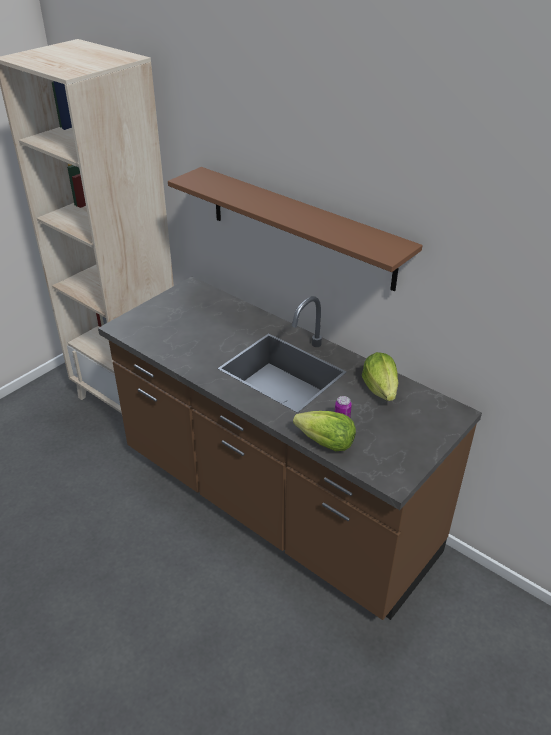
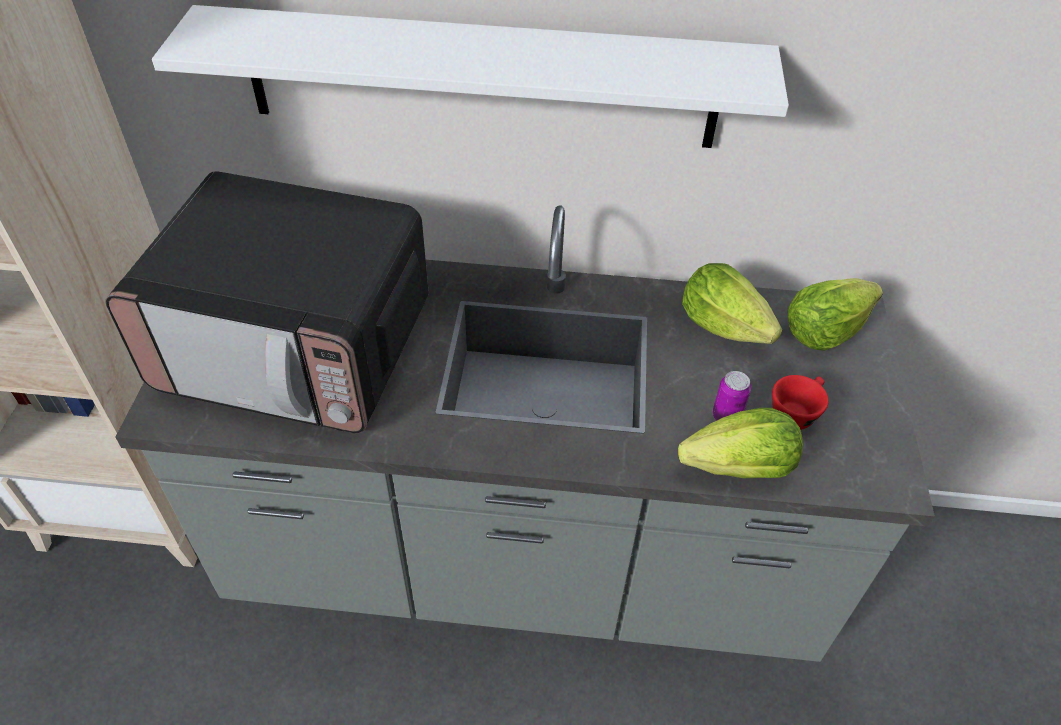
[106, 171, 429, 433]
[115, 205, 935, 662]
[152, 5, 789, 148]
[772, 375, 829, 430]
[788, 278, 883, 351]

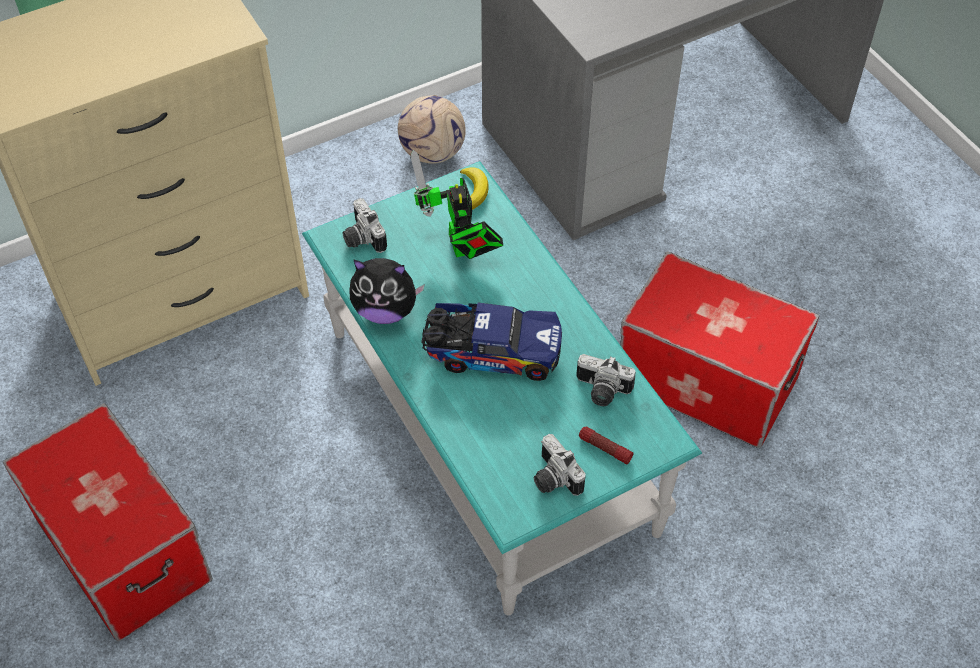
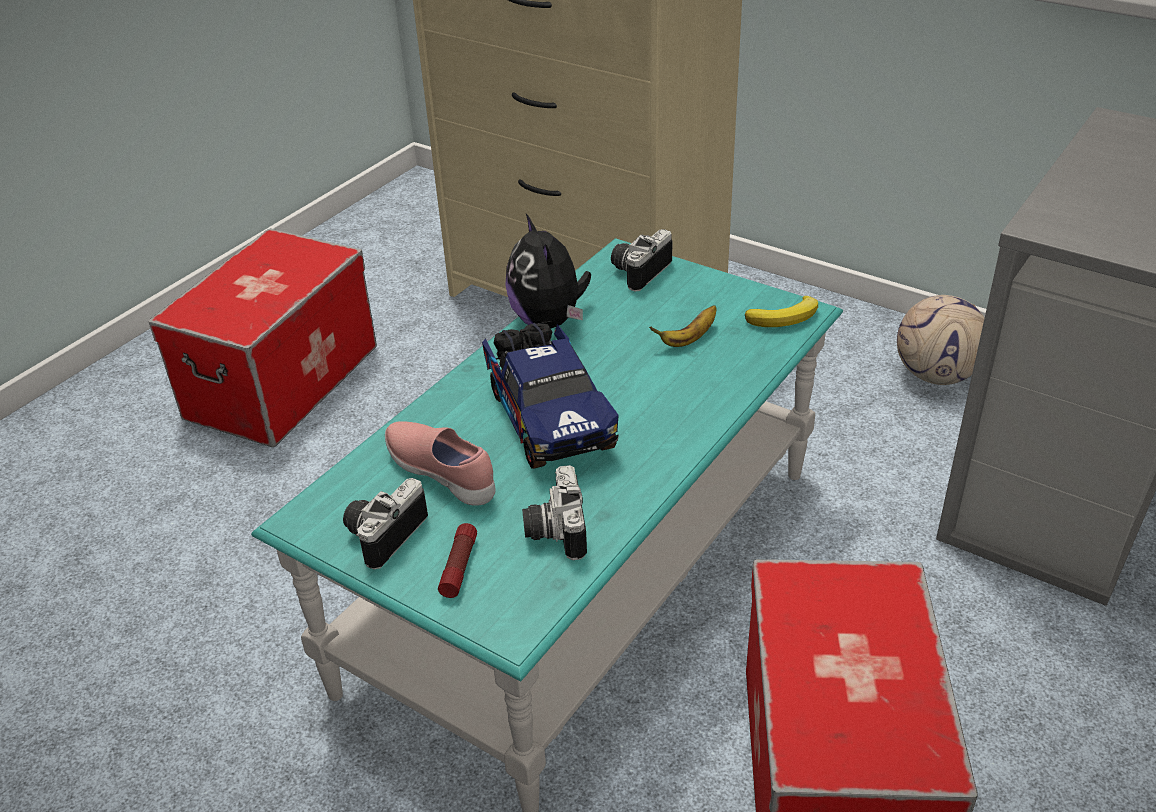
[385, 421, 496, 506]
[649, 305, 717, 347]

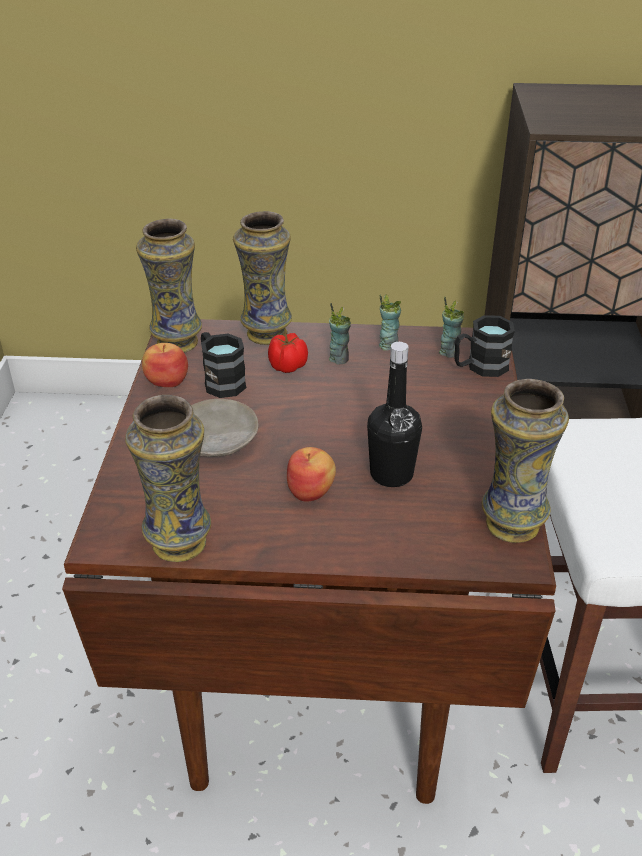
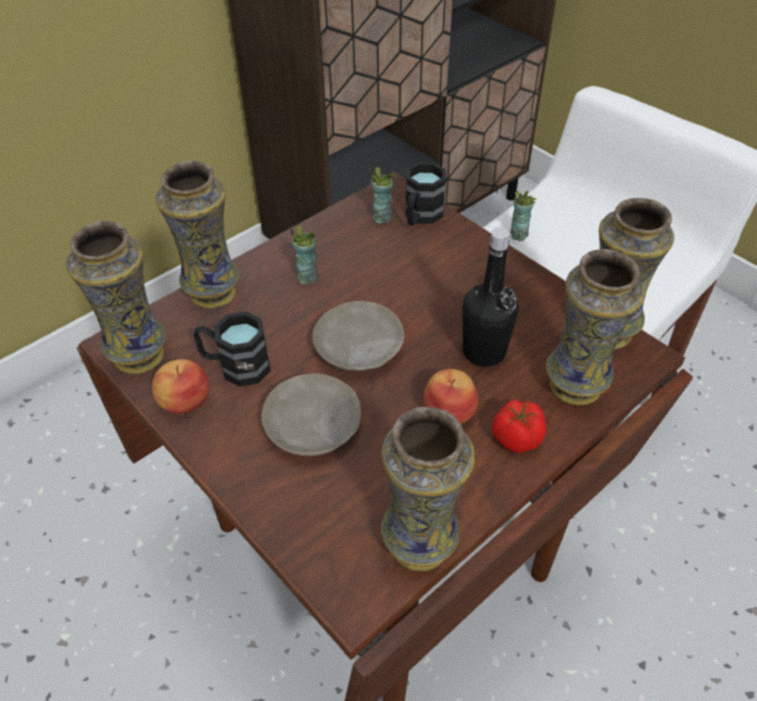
[312, 301, 404, 371]
[492, 399, 546, 453]
[510, 191, 537, 241]
[546, 249, 645, 406]

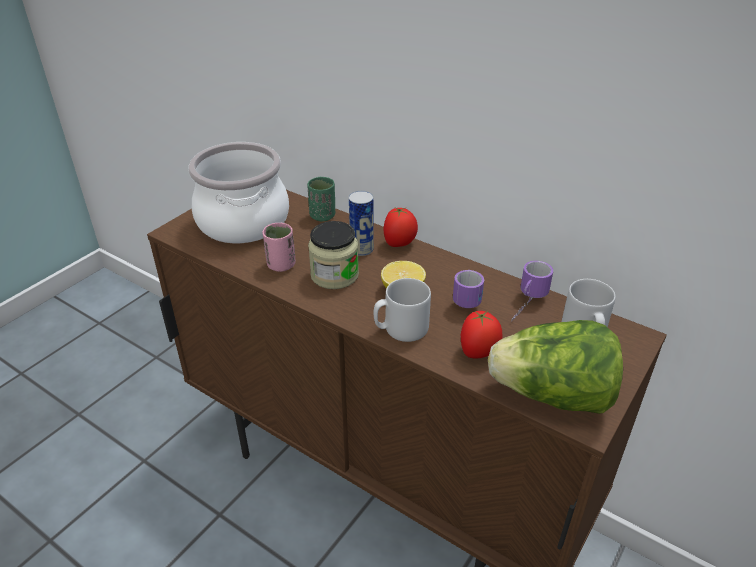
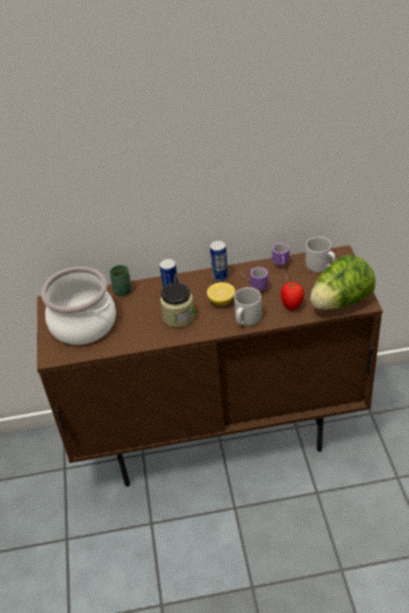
[210, 240, 228, 281]
[262, 223, 296, 272] (first image)
[383, 207, 418, 247] (first image)

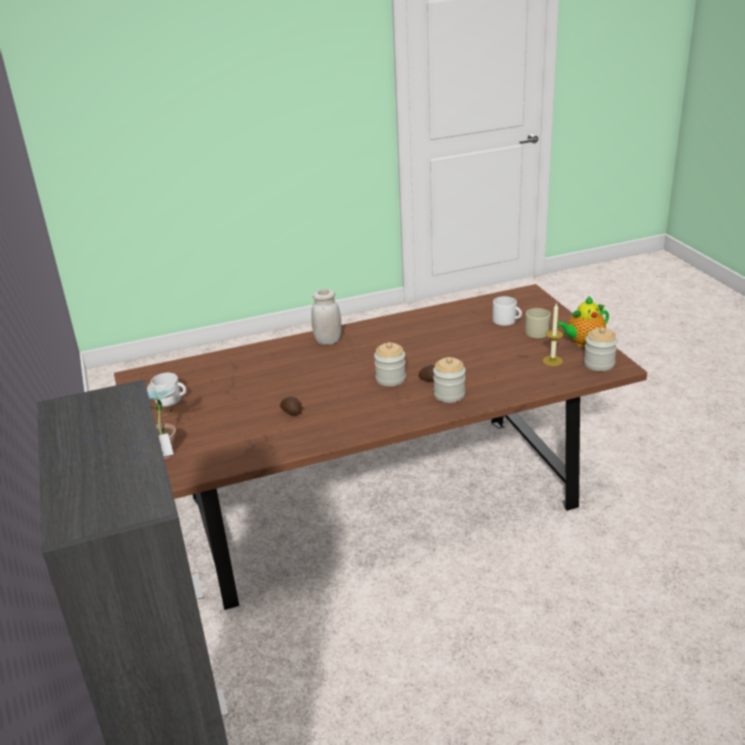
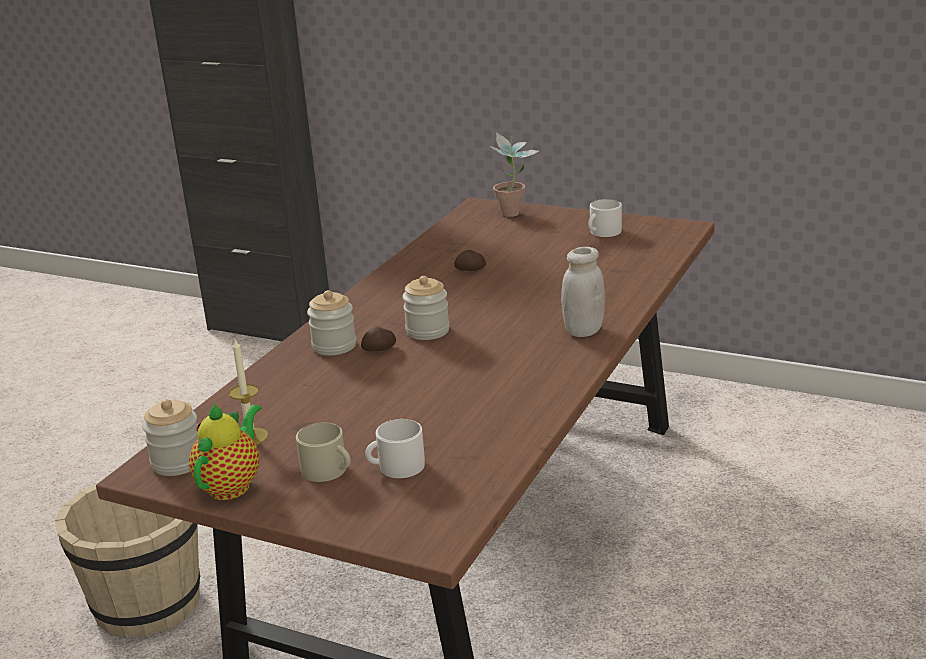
[55, 483, 200, 638]

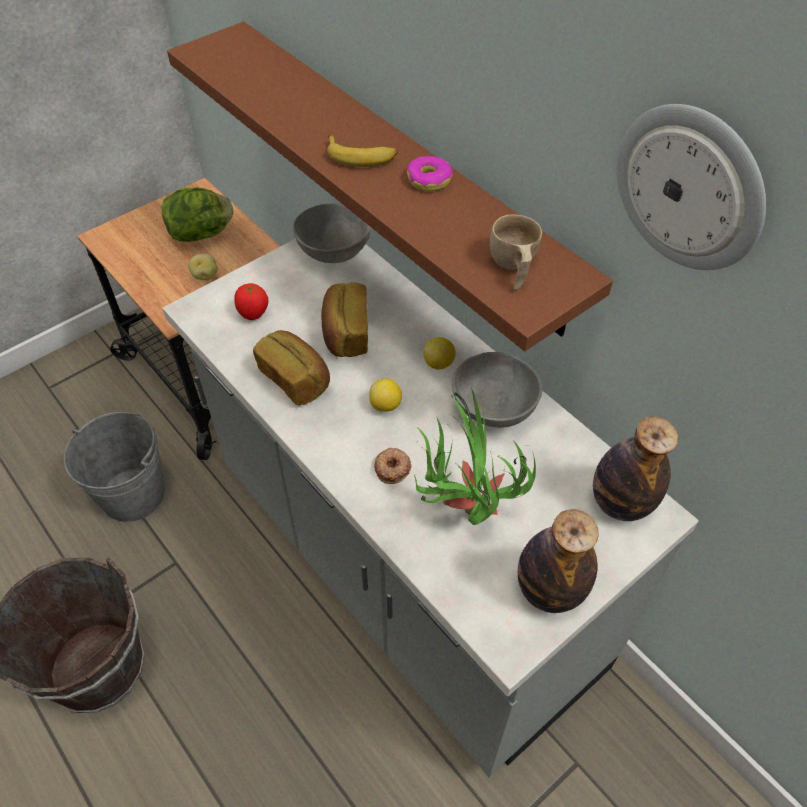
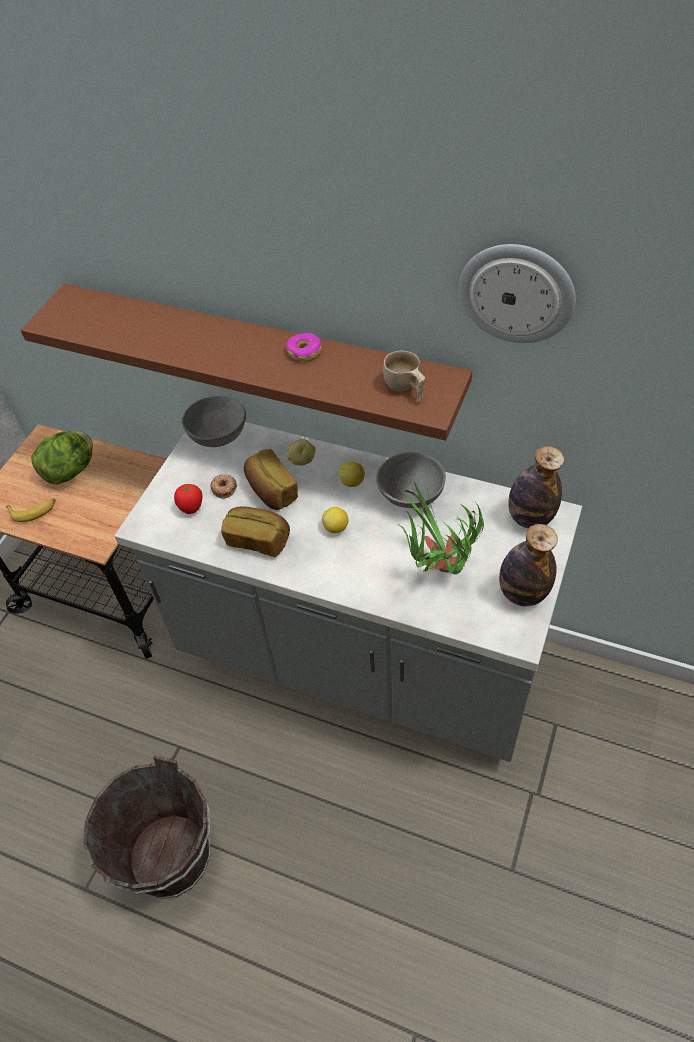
[6, 498, 56, 522]
[210, 474, 237, 499]
[287, 439, 316, 466]
[63, 412, 165, 522] (first image)

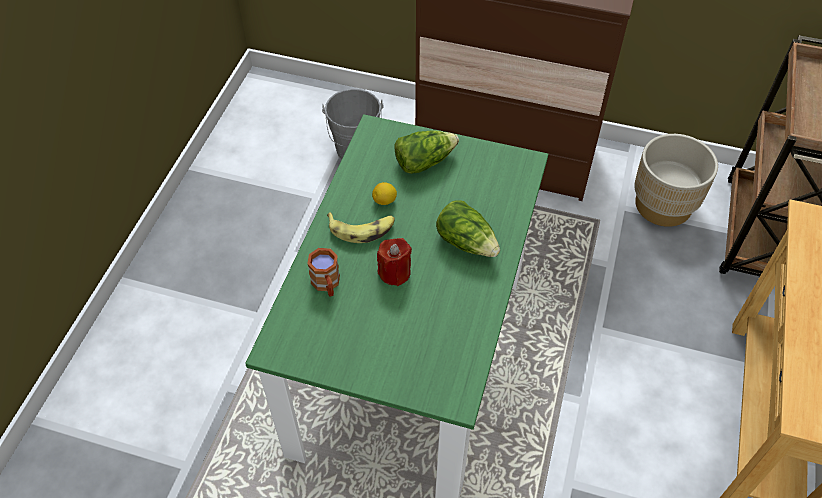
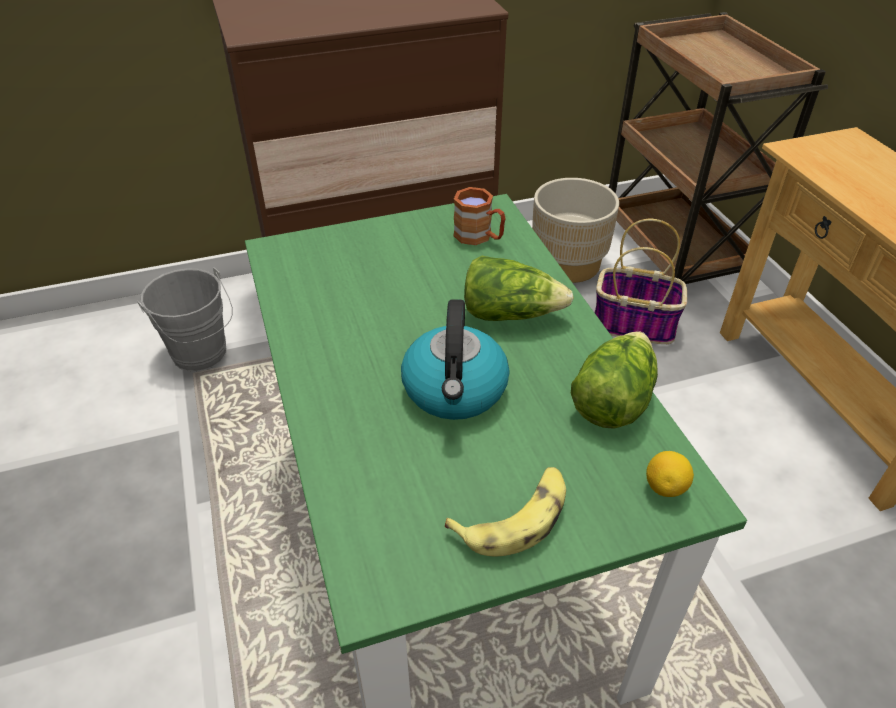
[401, 299, 510, 420]
[445, 467, 566, 557]
[453, 187, 506, 245]
[571, 331, 658, 429]
[595, 219, 687, 344]
[646, 451, 694, 497]

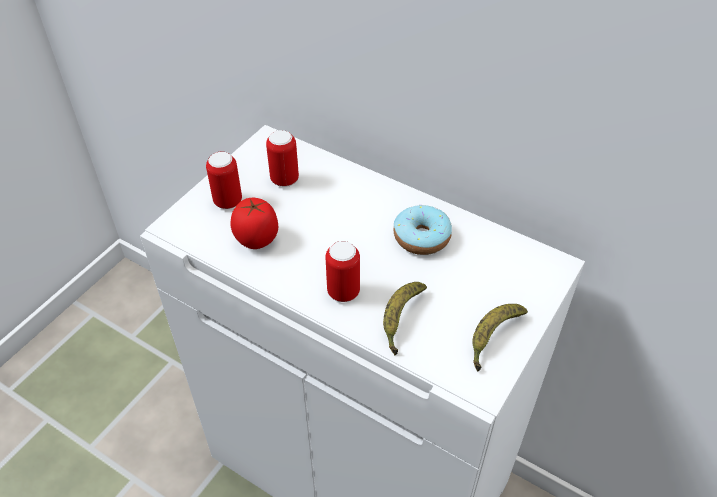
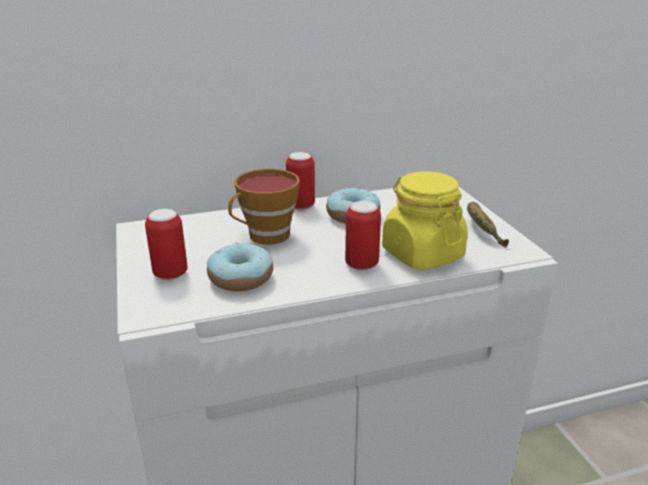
[207, 242, 273, 291]
[228, 169, 300, 245]
[286, 152, 315, 210]
[382, 171, 468, 270]

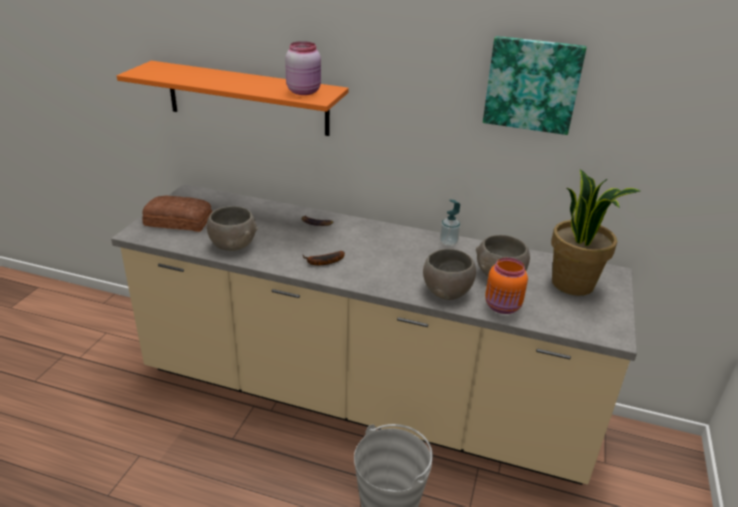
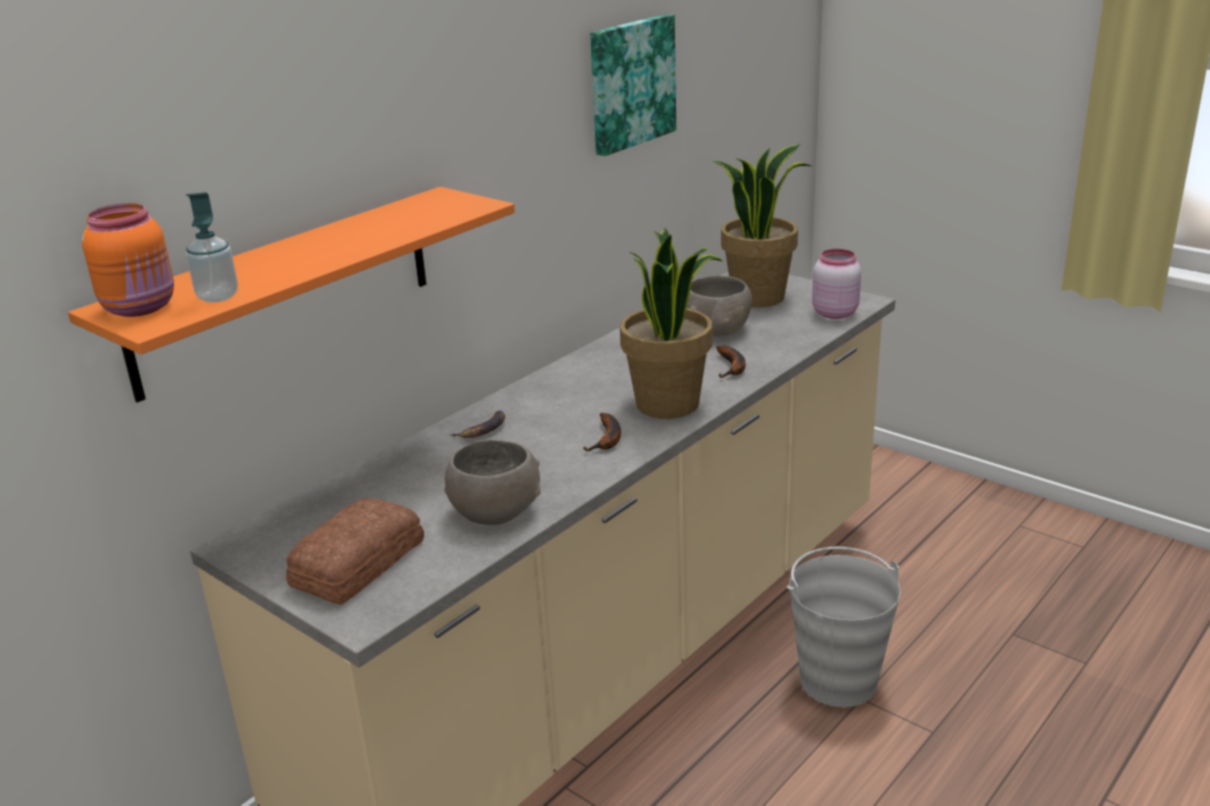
[82, 203, 174, 317]
[186, 193, 238, 303]
[620, 228, 722, 419]
[716, 346, 746, 378]
[812, 249, 861, 319]

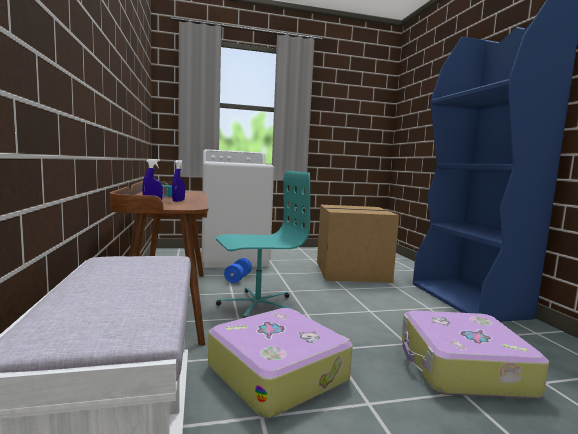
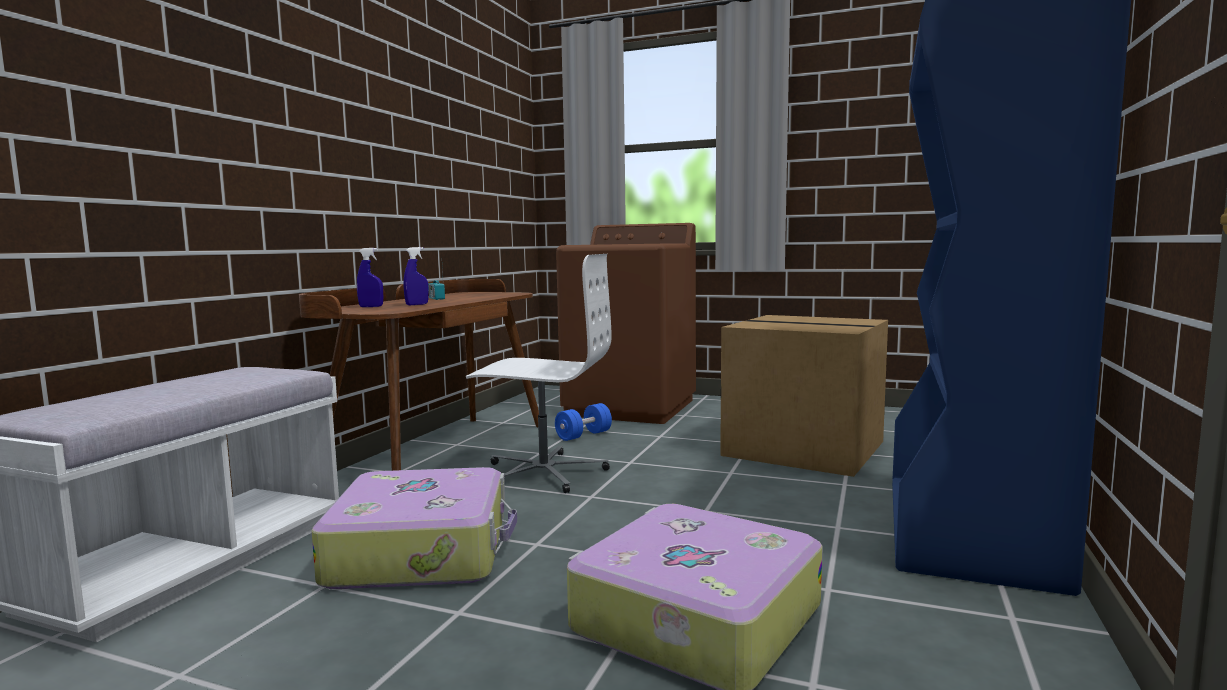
[466, 254, 612, 493]
[556, 223, 696, 424]

